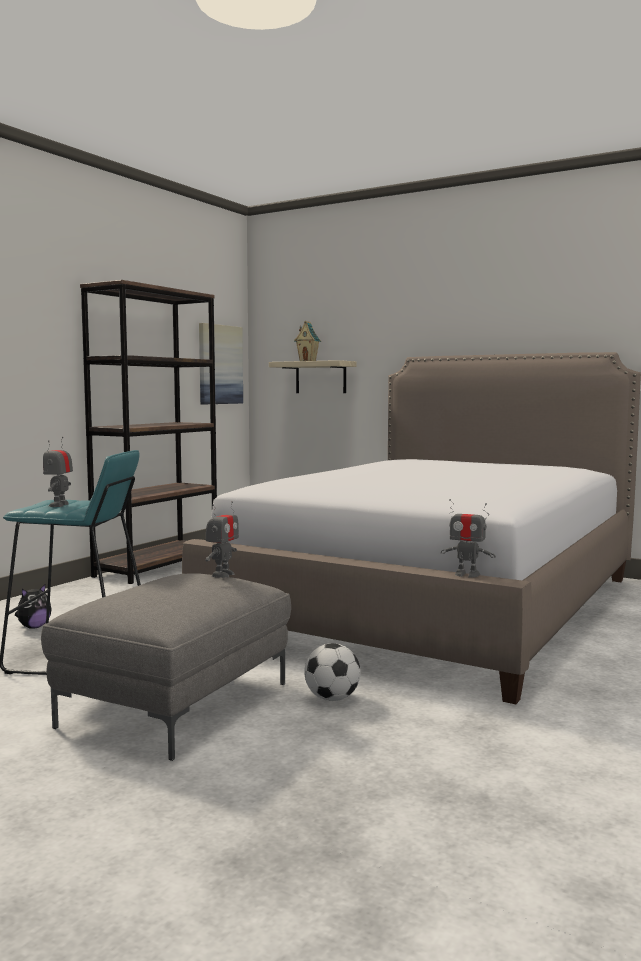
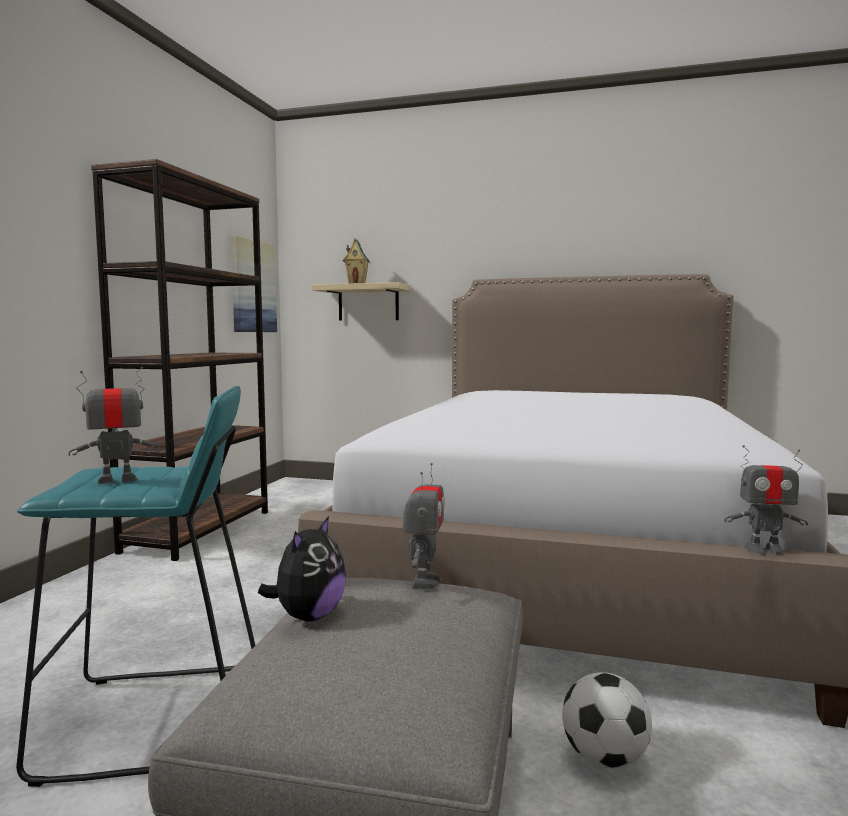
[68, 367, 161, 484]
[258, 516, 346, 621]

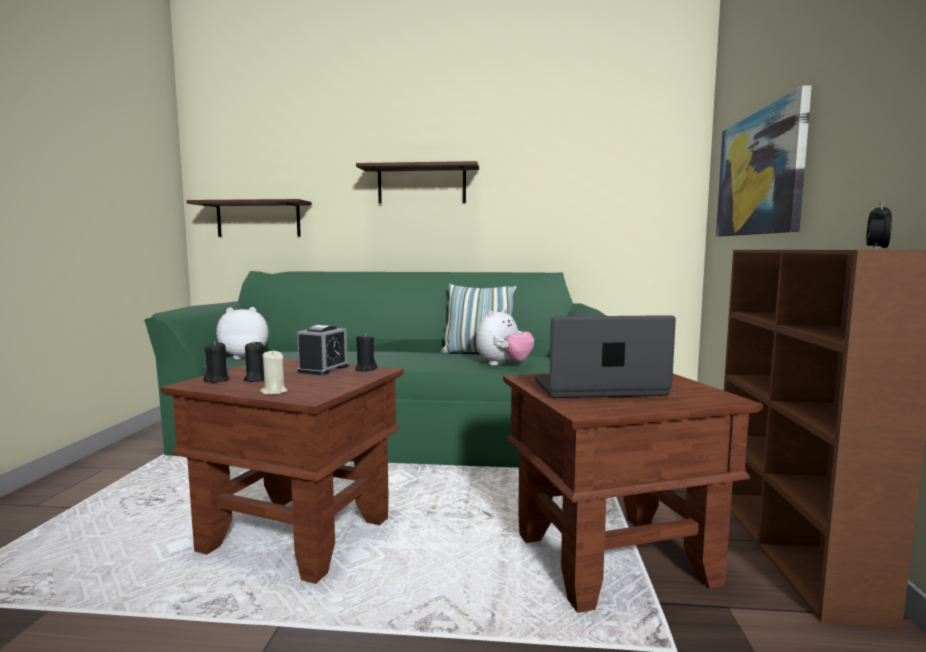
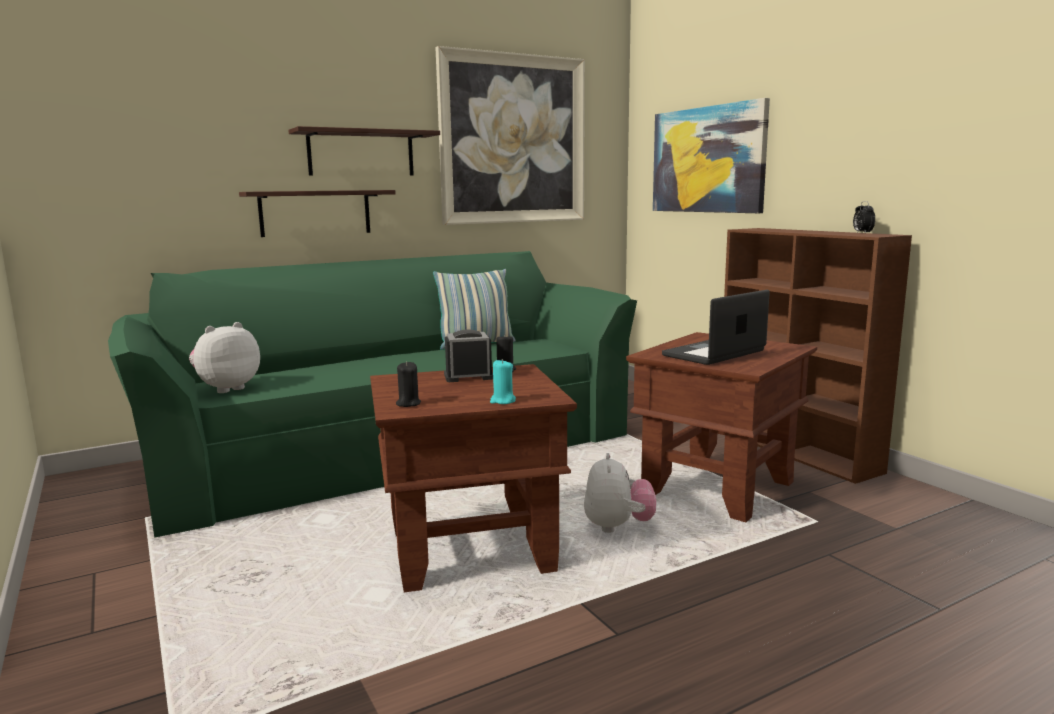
[239, 190, 396, 237]
[435, 46, 585, 225]
[444, 329, 493, 382]
[490, 359, 516, 404]
[584, 453, 656, 533]
[244, 341, 264, 382] (first image)

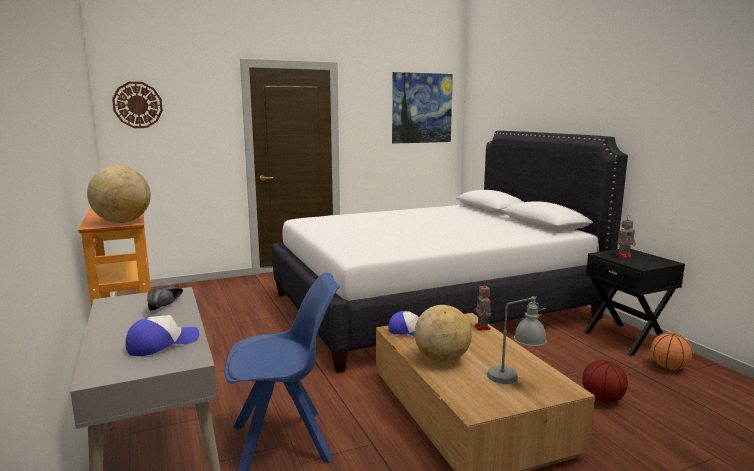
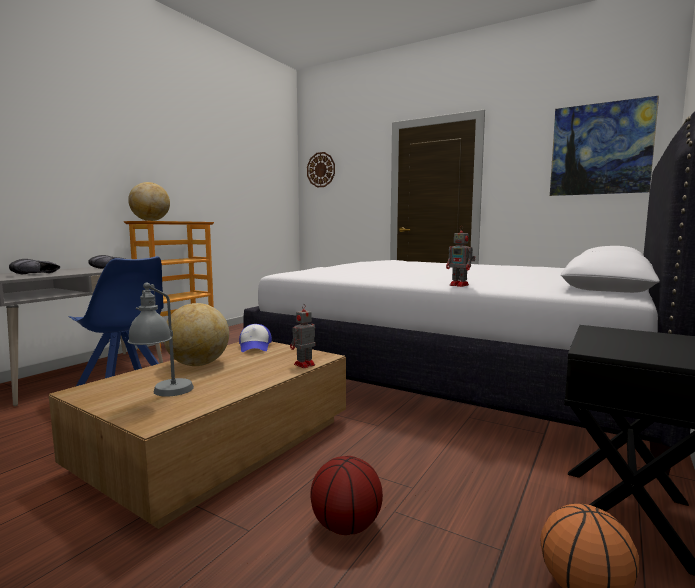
[9, 259, 60, 274]
[446, 225, 475, 287]

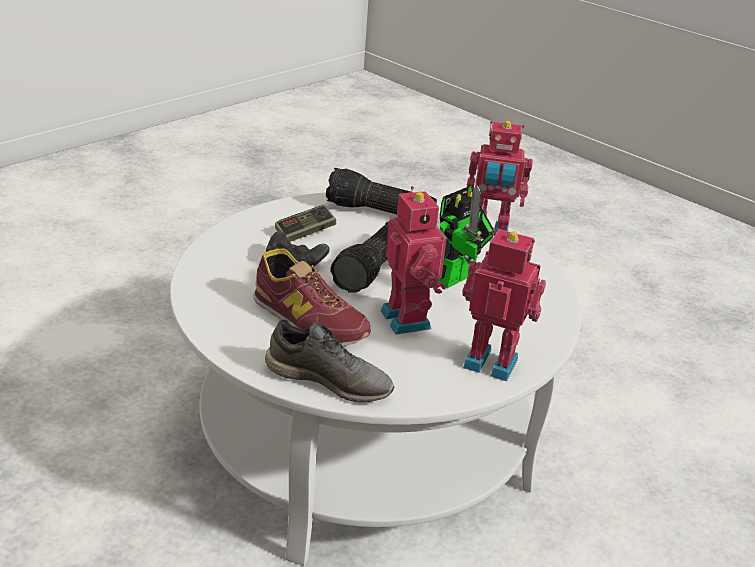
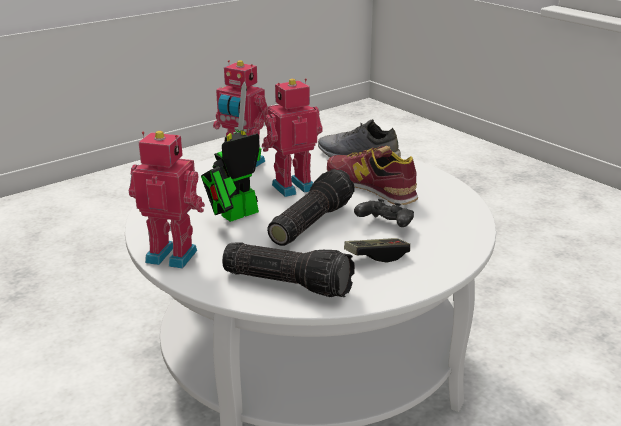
[262, 78, 323, 197]

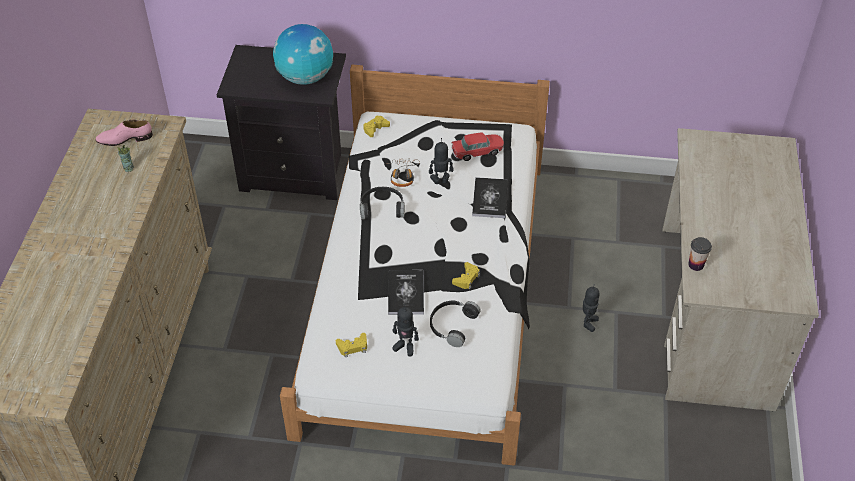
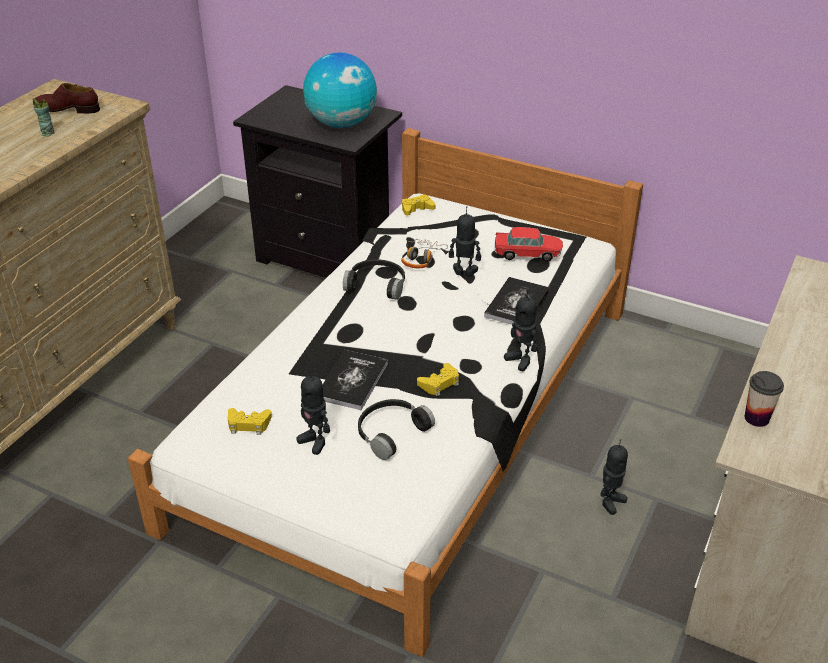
[33, 83, 100, 114]
[504, 289, 537, 371]

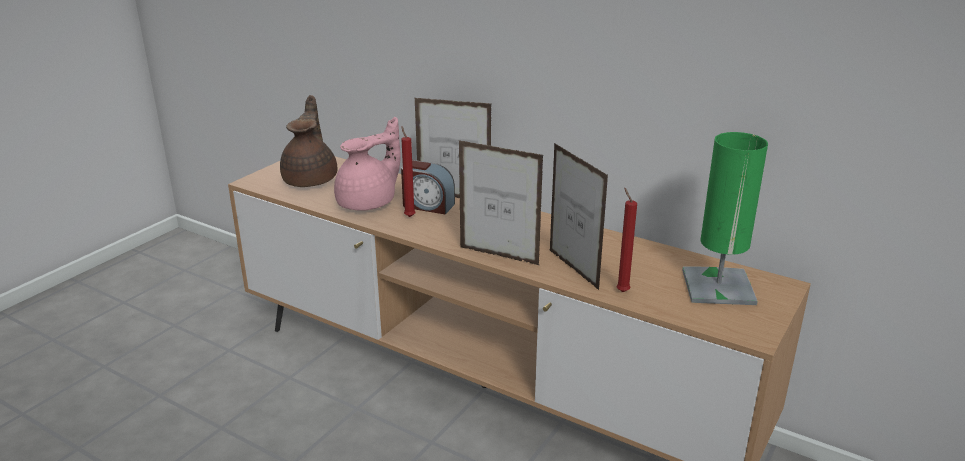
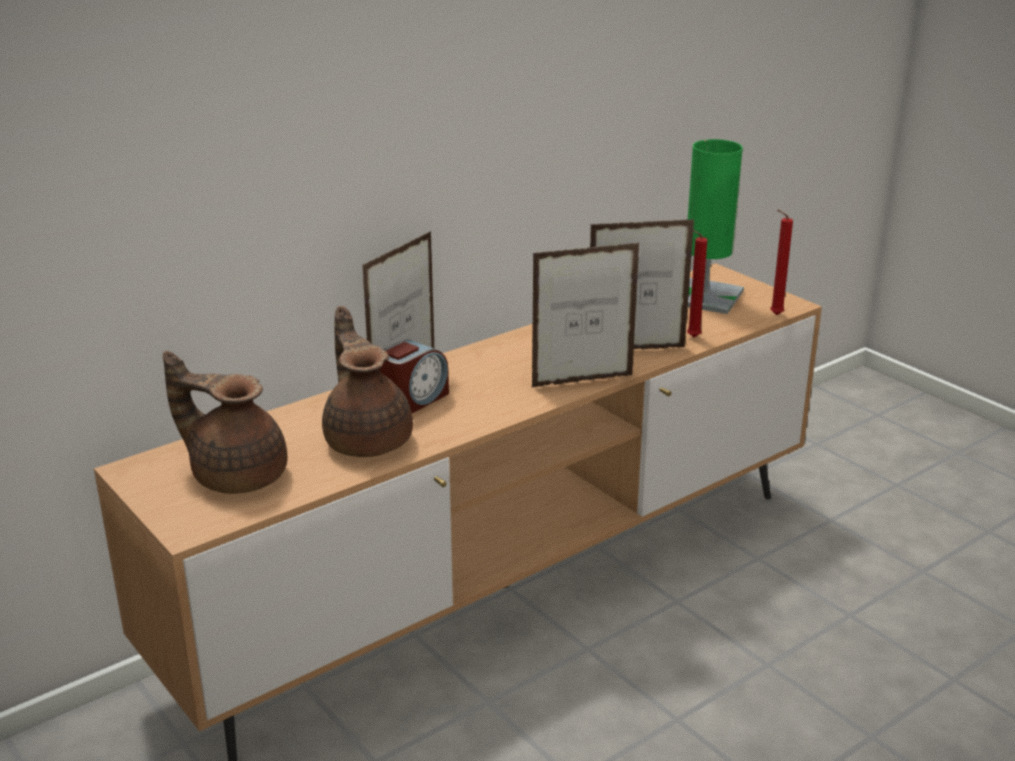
[322, 306, 413, 457]
[531, 243, 639, 388]
[770, 209, 793, 315]

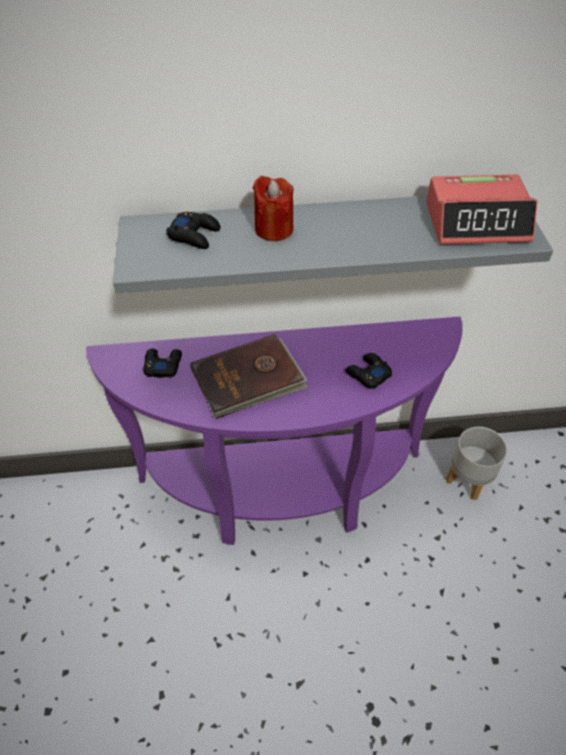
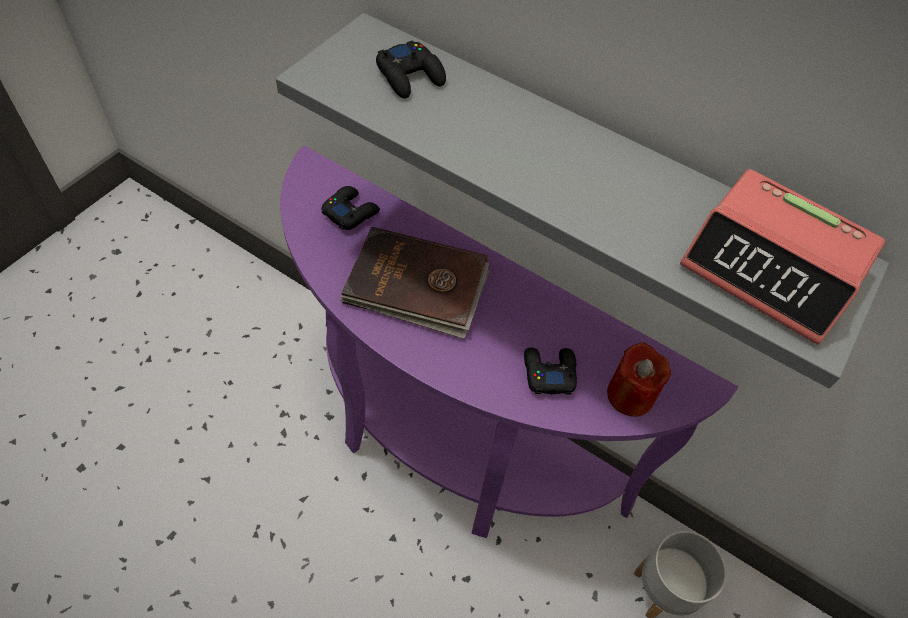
[607, 342, 671, 417]

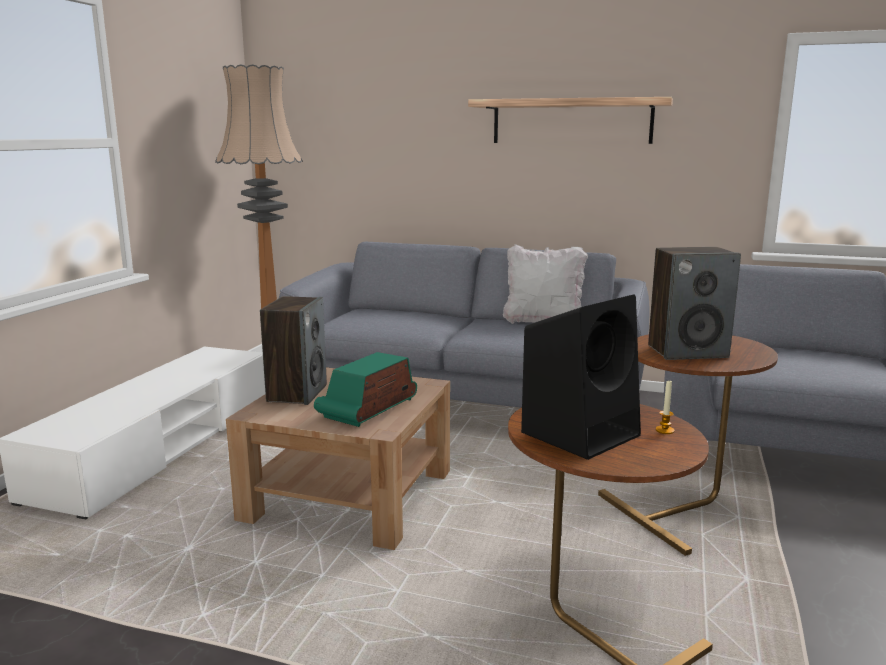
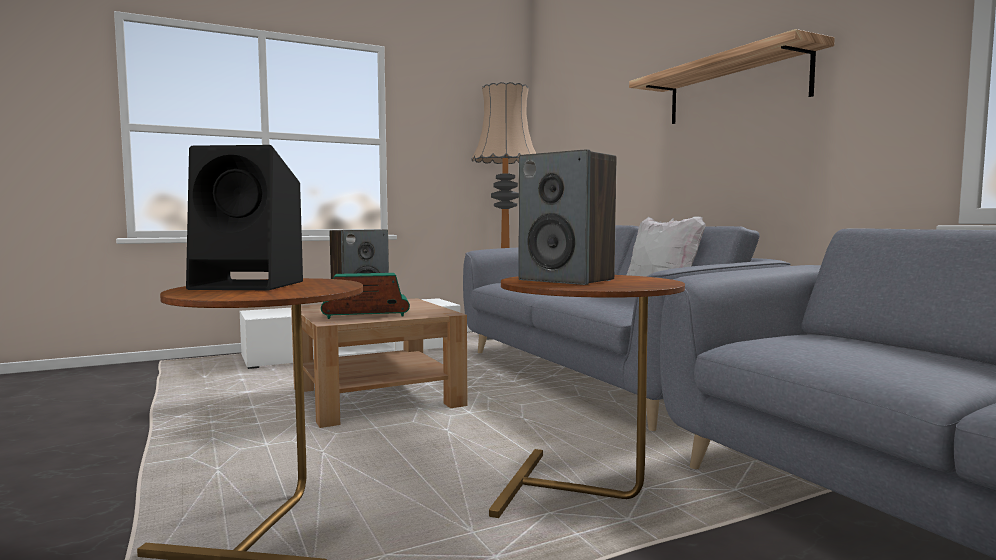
[656, 381, 674, 434] (first image)

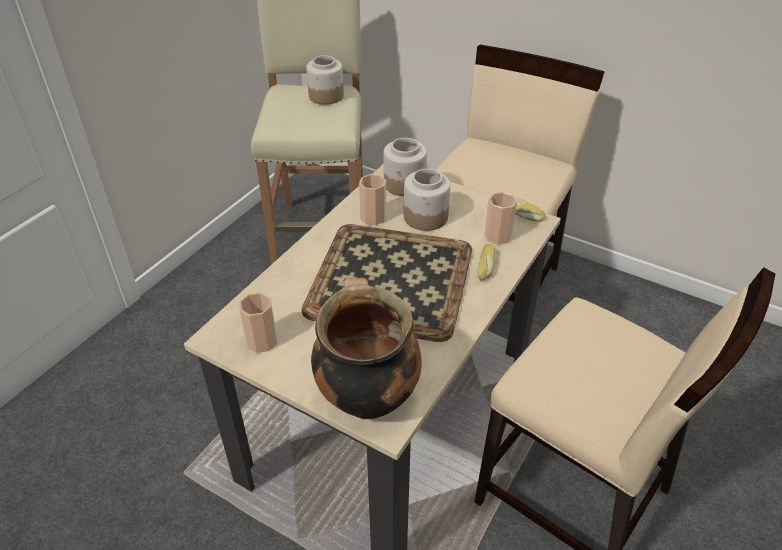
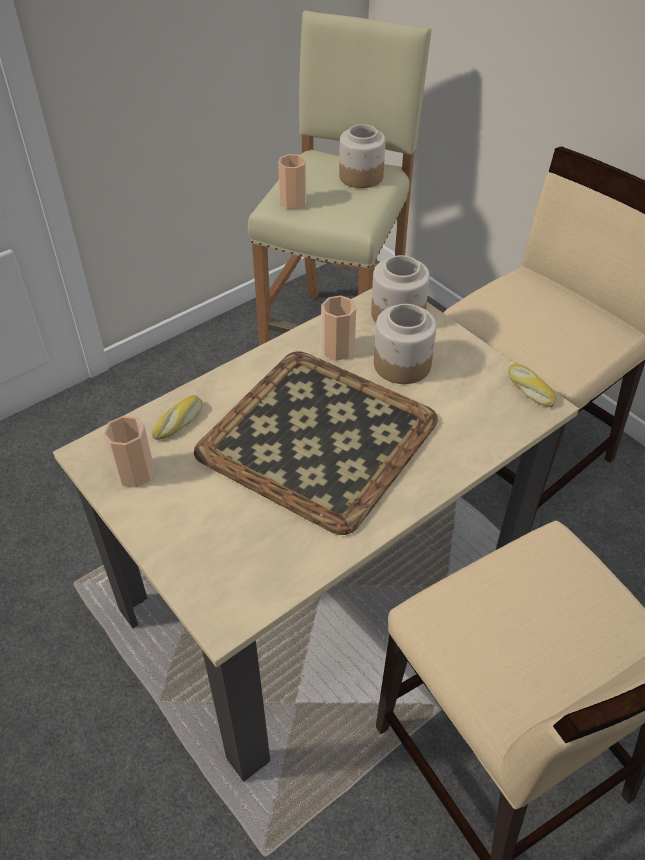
[152, 395, 202, 440]
[278, 154, 307, 209]
[311, 278, 422, 419] (first image)

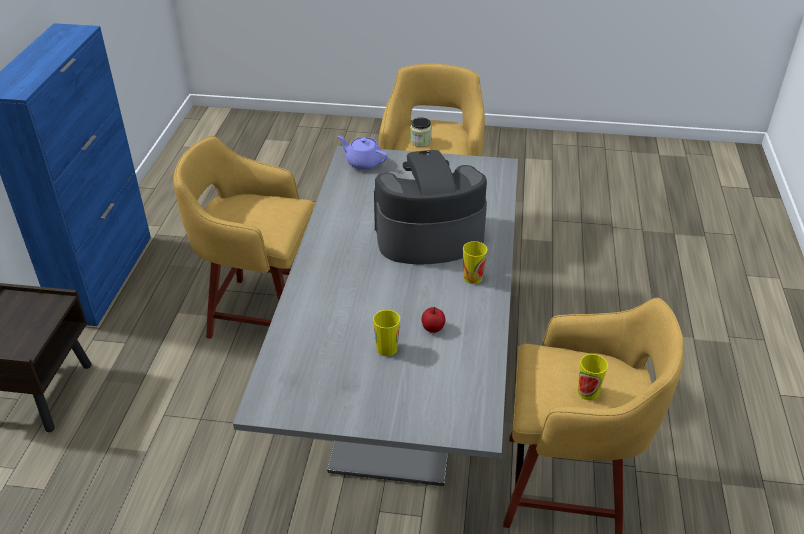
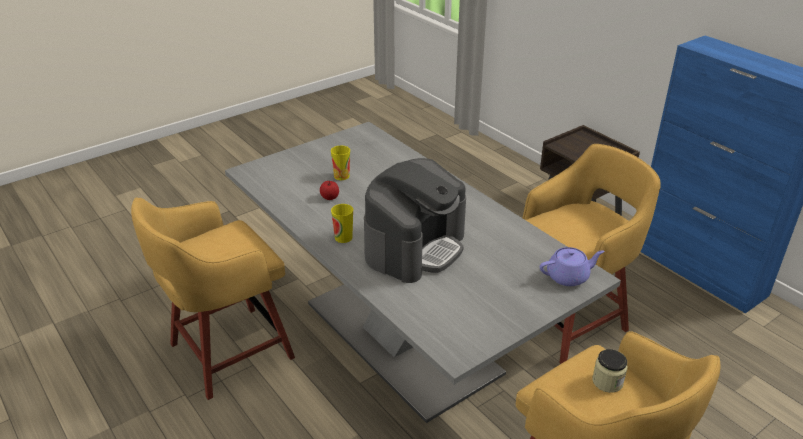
[578, 354, 608, 400] (first image)

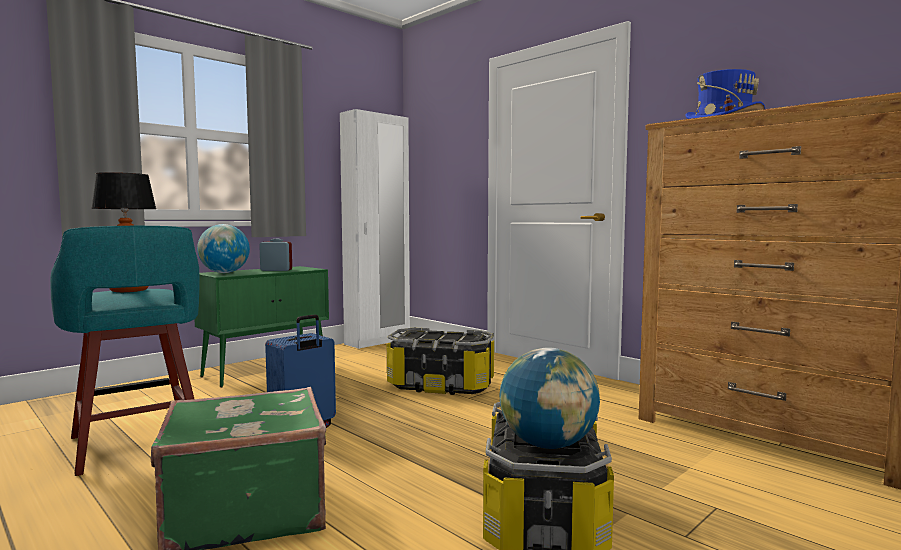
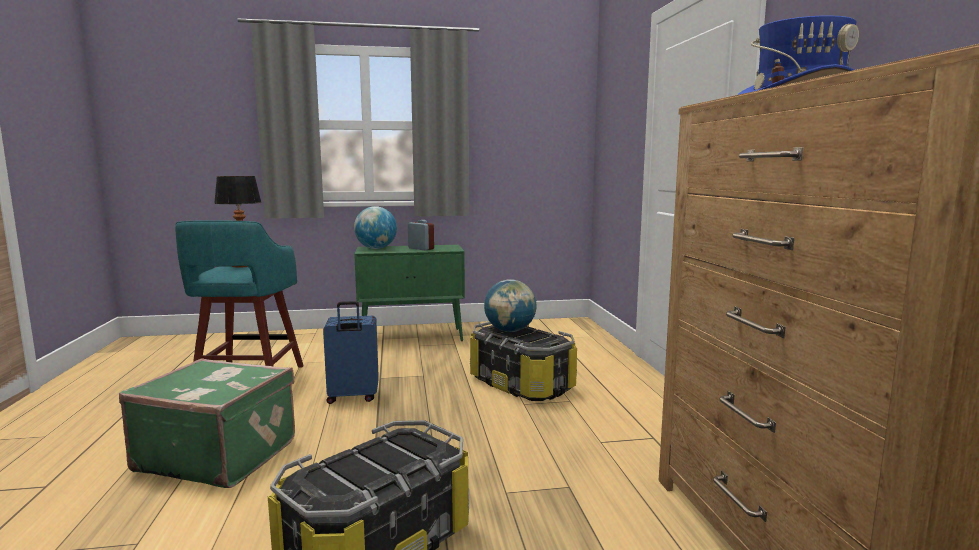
[484, 279, 537, 332]
[340, 109, 410, 349] (first image)

